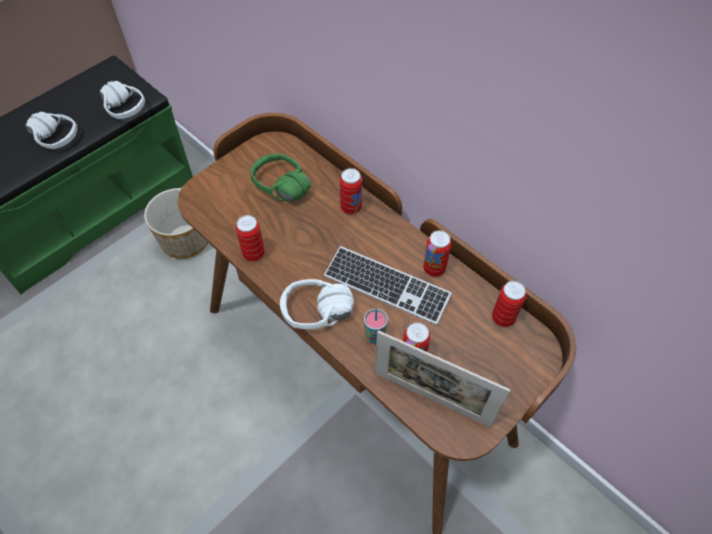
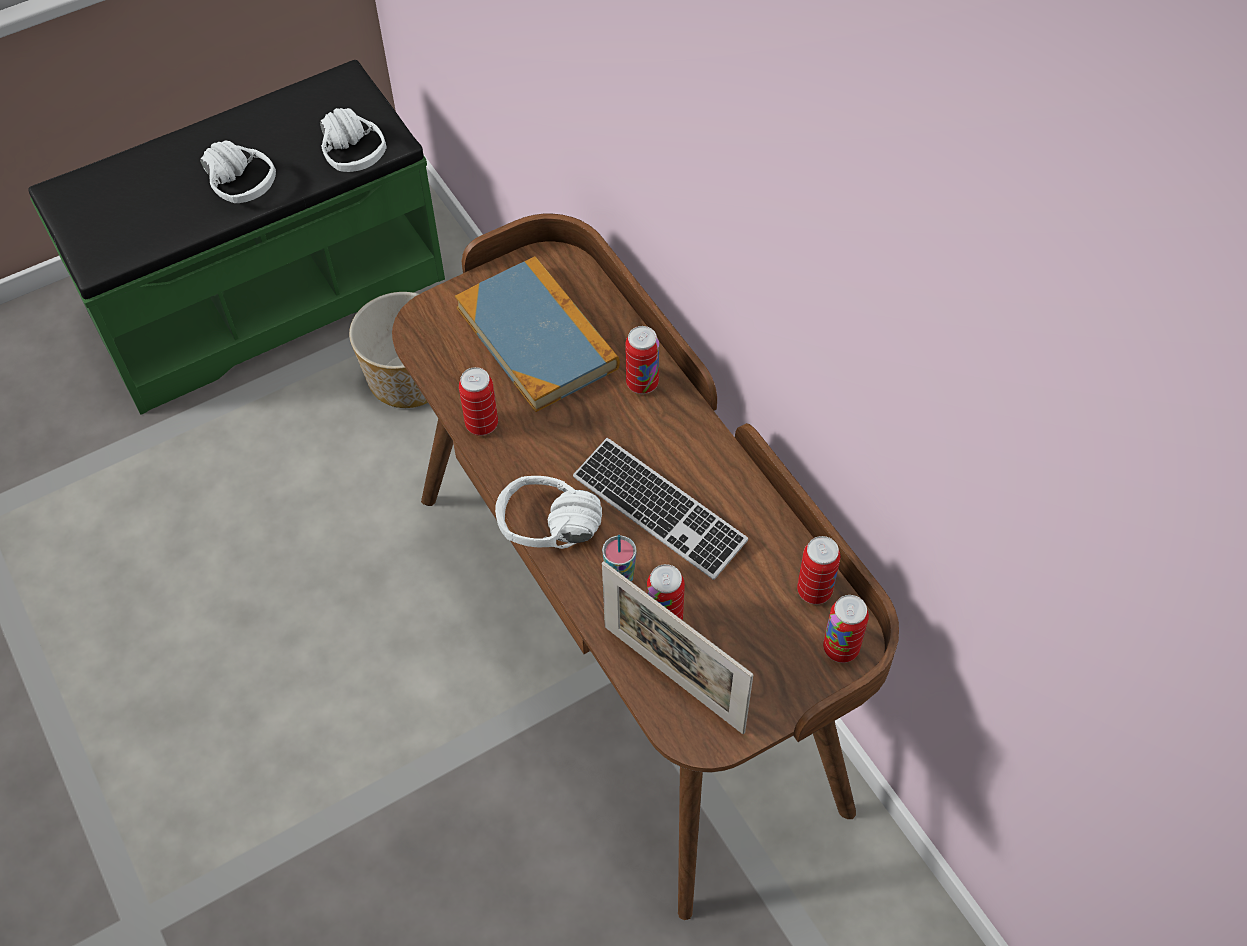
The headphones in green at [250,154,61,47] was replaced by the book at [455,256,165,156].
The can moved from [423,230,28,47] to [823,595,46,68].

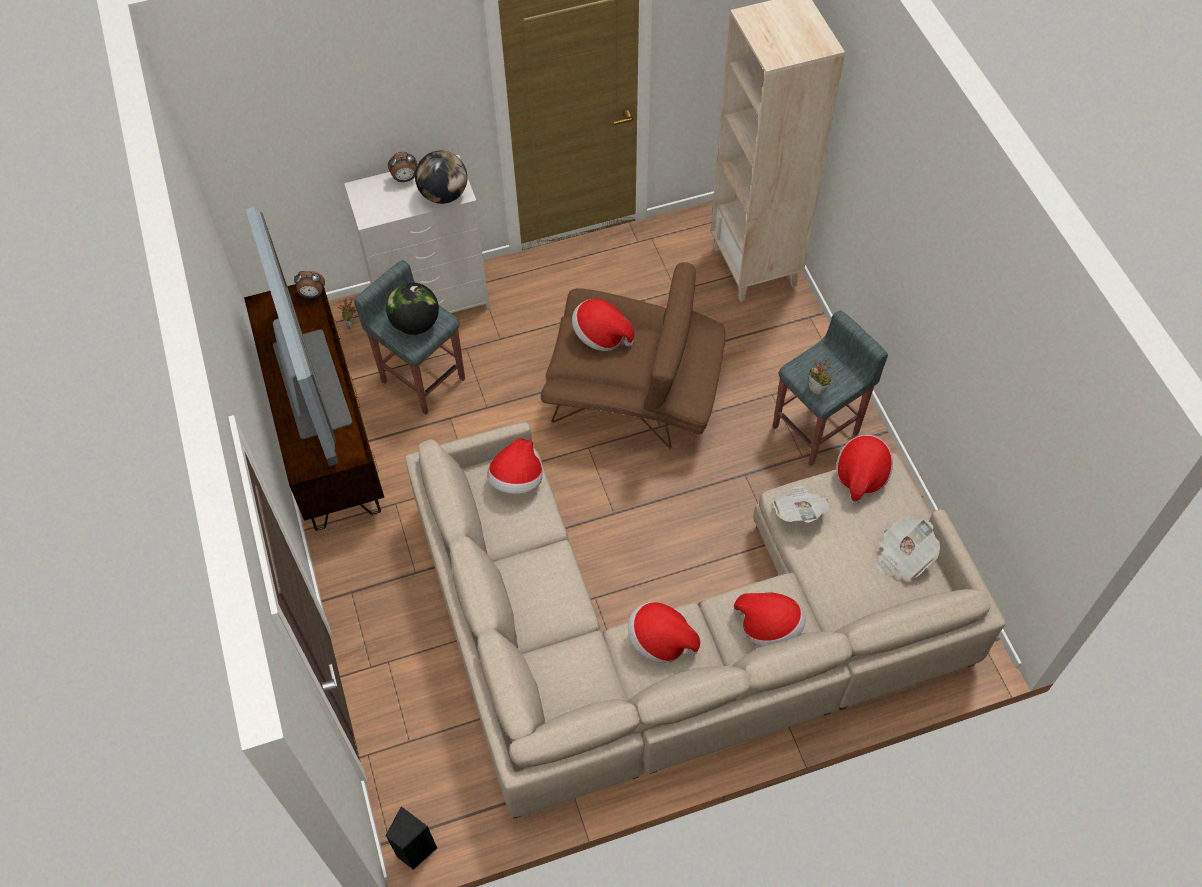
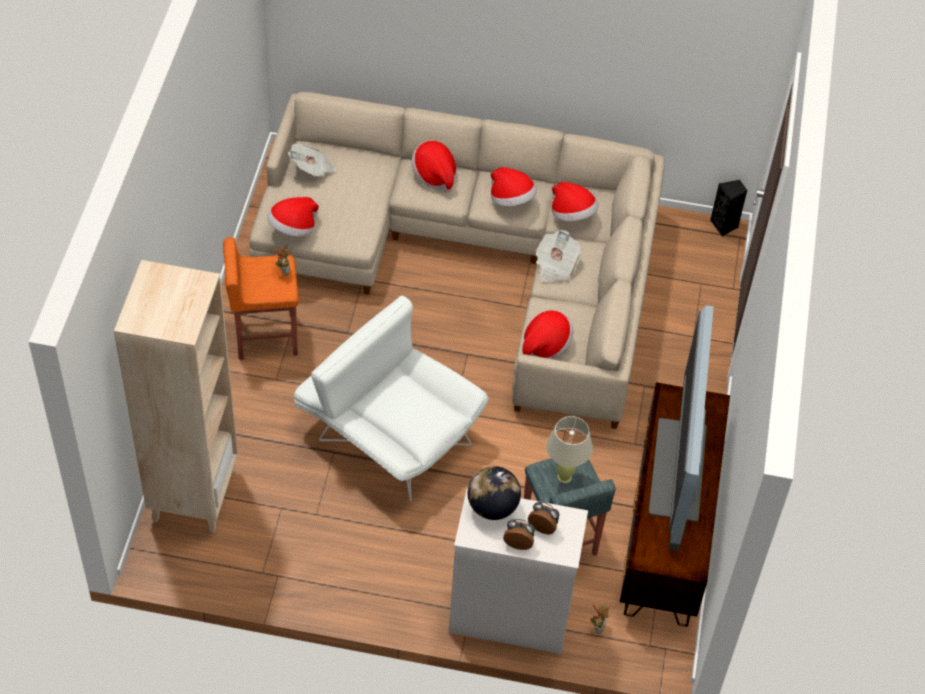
The alarm clock moved from [294,271,31,27] to [528,502,31,32].
The globe at [386,283,53,52] was replaced by the table lamp in beige at [546,416,47,67].
The armchair in brown at [541,262,184,187] became the armchair in white at [294,295,194,207].
The hat moved from [572,299,62,52] to [552,182,46,40].
The stool in grey at [773,310,115,156] became the stool in orange at [223,237,76,123].
The newspaper moved from [773,486,56,37] to [535,230,47,52].

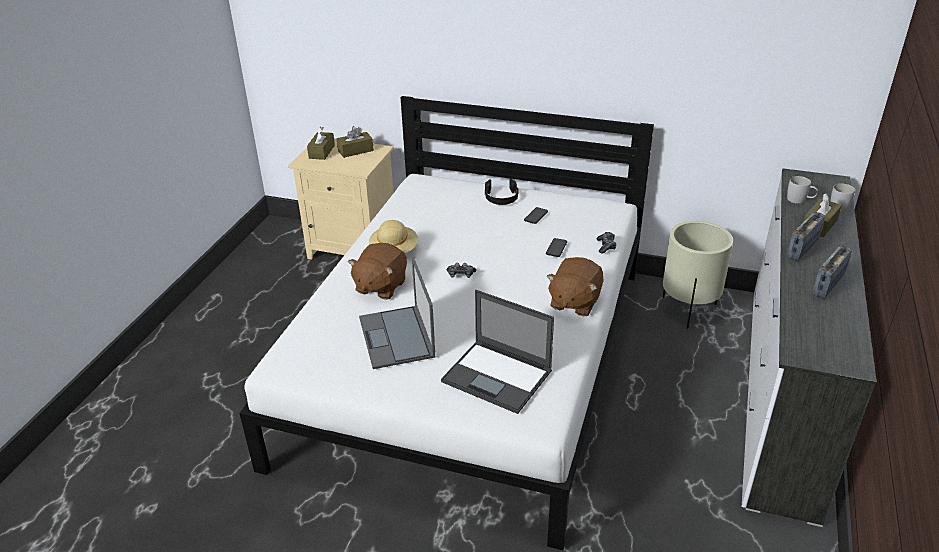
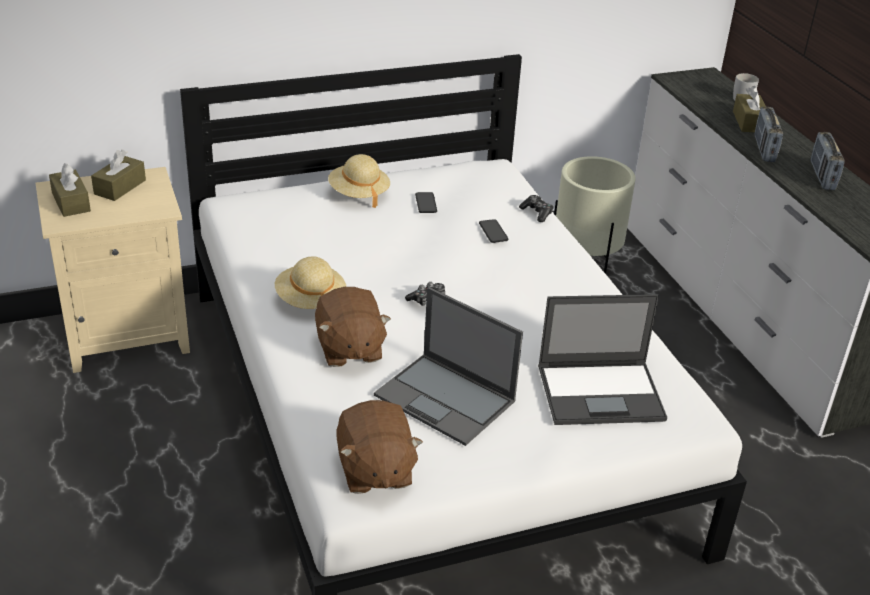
The headphones in black at [485,179,34,26] was replaced by the hat in beige at [328,154,62,54].
The plush toy in brown moved from [546,257,58,59] to [336,400,87,94].
The mug in white at [787,176,31,28] disappeared.

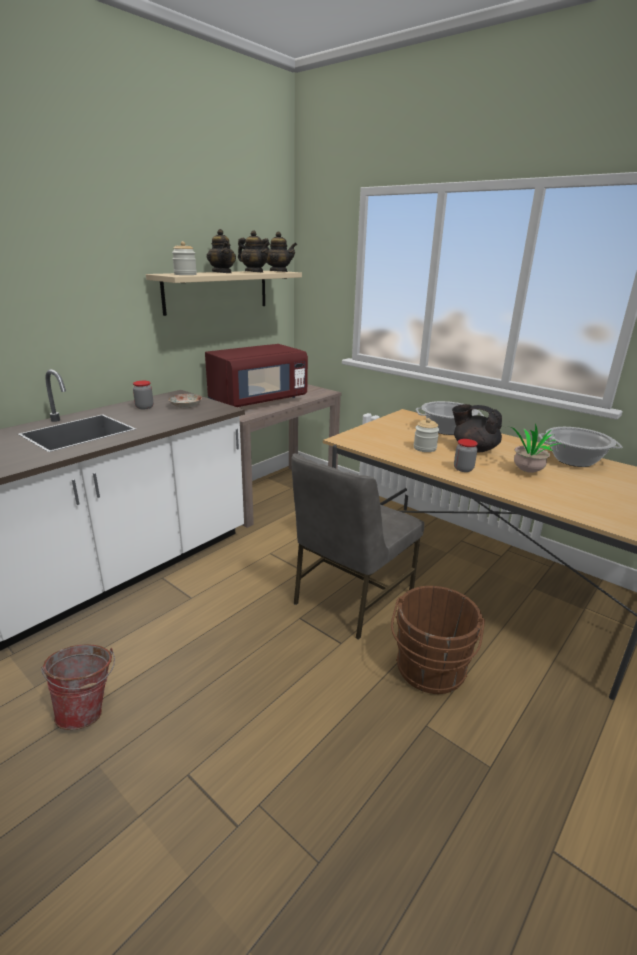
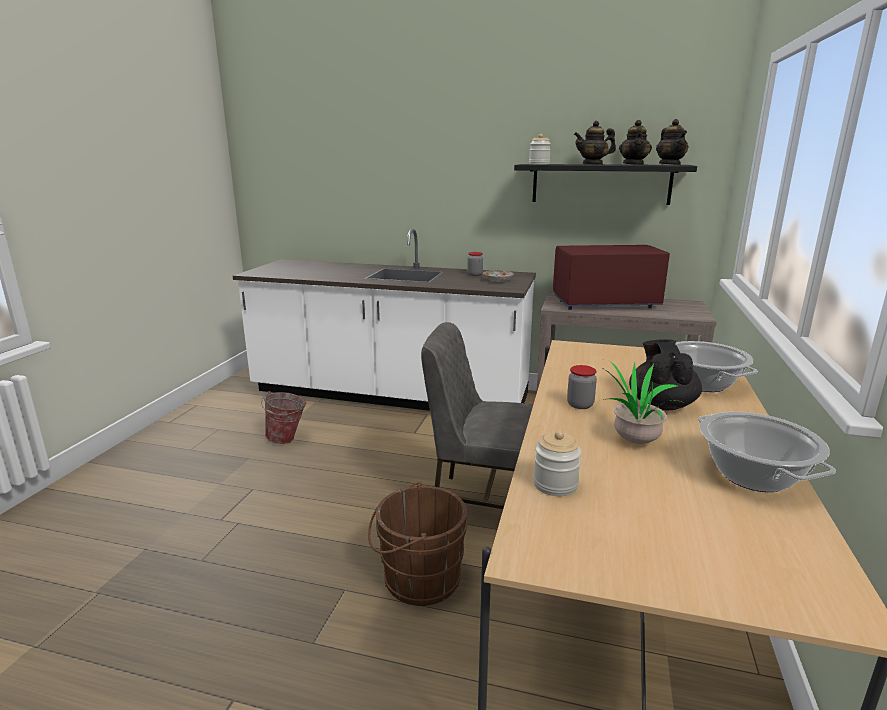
The shelf in beige at [146,271,156,45] became the shelf in black at [514,164,183,41].
The microwave in red at [205,344,103,63] turned 150 degrees clockwise.
The teapot at [207,229,29,44] turned 45 degrees clockwise.
The jar moved from [414,418,25,34] to [533,430,48,66].

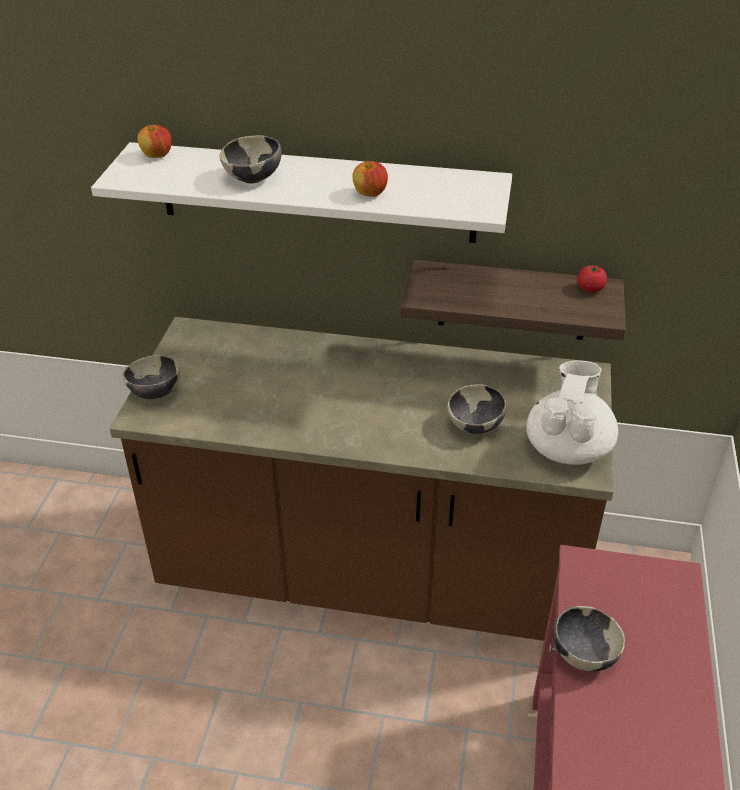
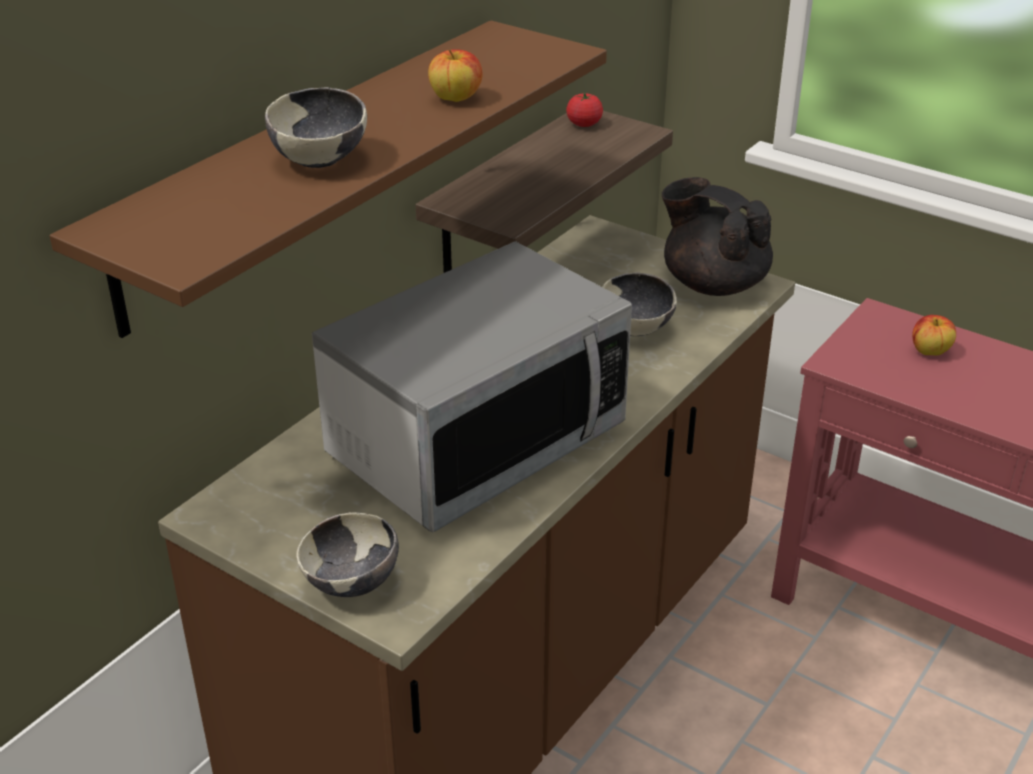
The shelf in white at [91,142,421,101] became the shelf in brown at [50,21,557,317].
The apple moved from [137,125,35,33] to [912,315,44,41].
The teapot in white at [526,360,92,105] became the teapot in black at [662,177,111,119].
The bowl at [553,606,72,65] disappeared.
The microwave at [312,241,320,291] appeared.

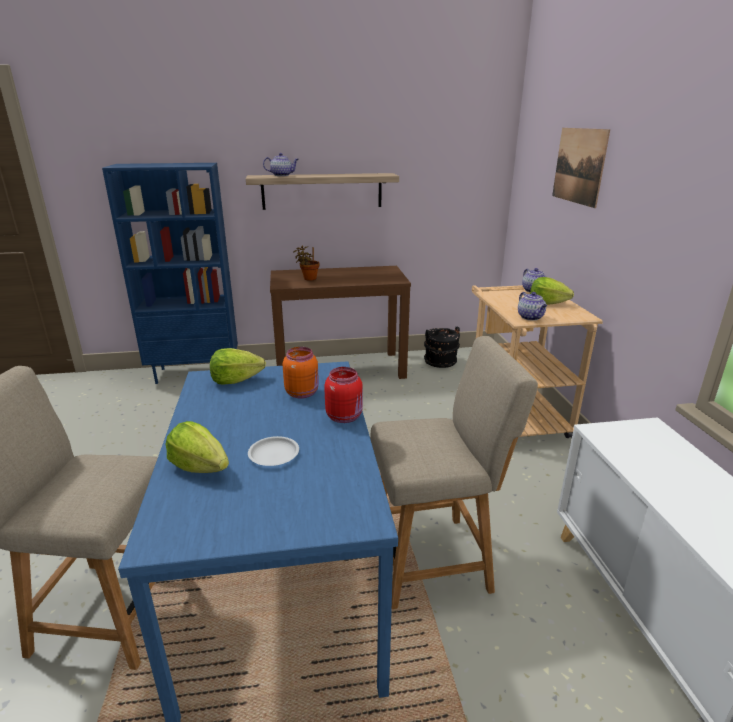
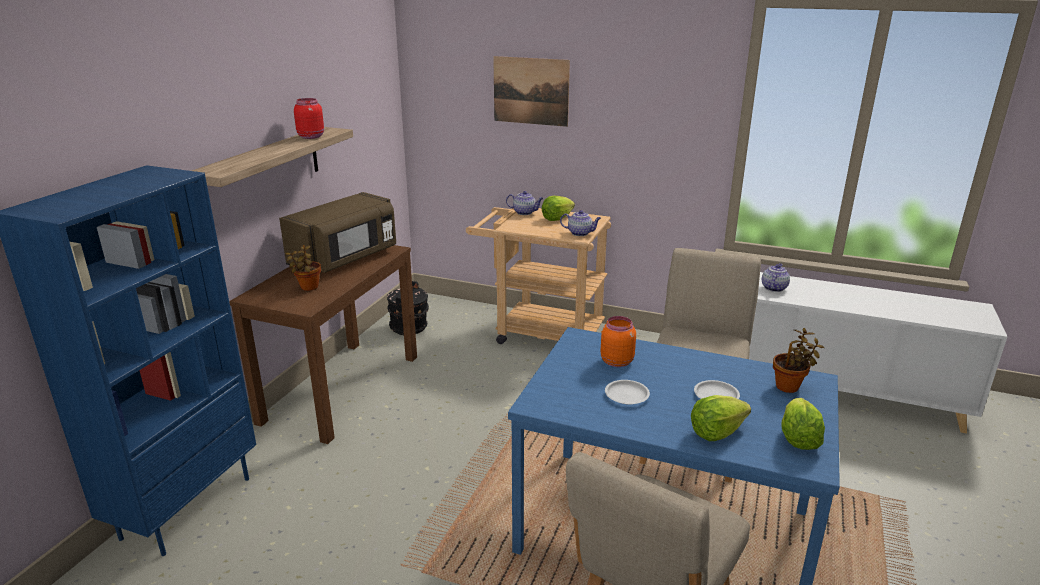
The lettuce moved from [210,348,56,37] to [781,398,44,52].
The teapot moved from [263,153,36,23] to [762,263,28,29].
The jar in red moved from [324,367,39,56] to [294,98,30,41].
The microwave in brown at [279,192,117,81] appeared.
The plate in white at [605,380,45,24] appeared.
The potted plant at [773,328,52,65] appeared.

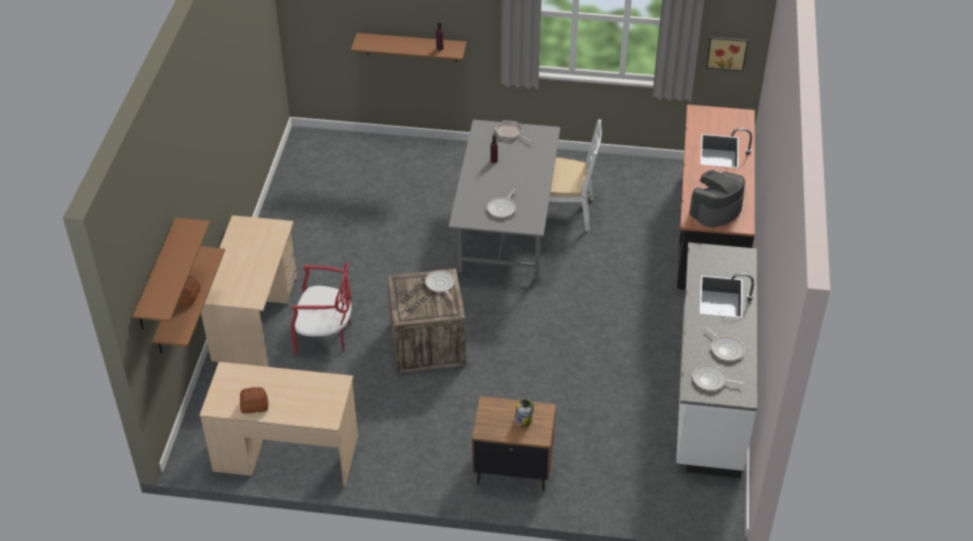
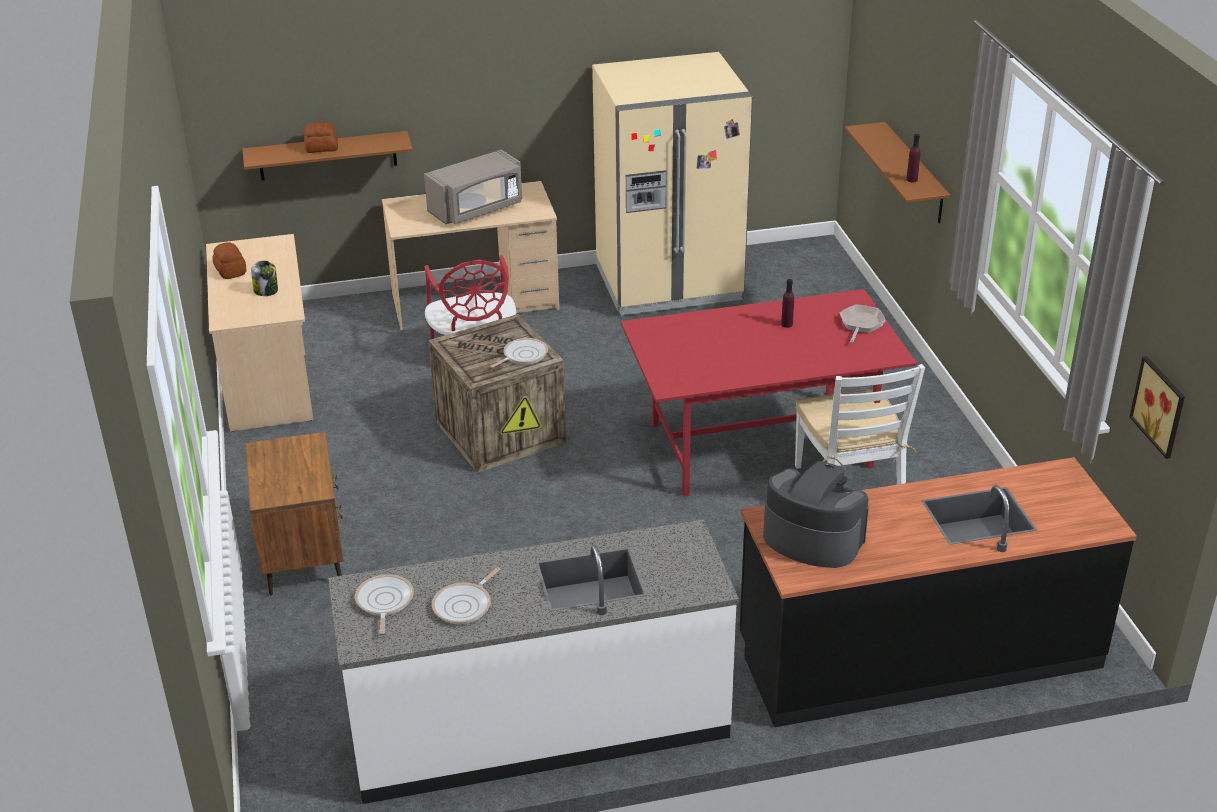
The shelf in brown at [133,218,77,111] disappeared.
The dining table in grey at [448,120,112,160] became the dining table in red at [621,289,296,208].
The frying pan at [487,189,29,29] disappeared.
The jar moved from [515,399,19,28] to [251,260,27,36].
The microwave in grey at [424,150,98,74] appeared.
The fridge in beige at [592,52,161,263] appeared.

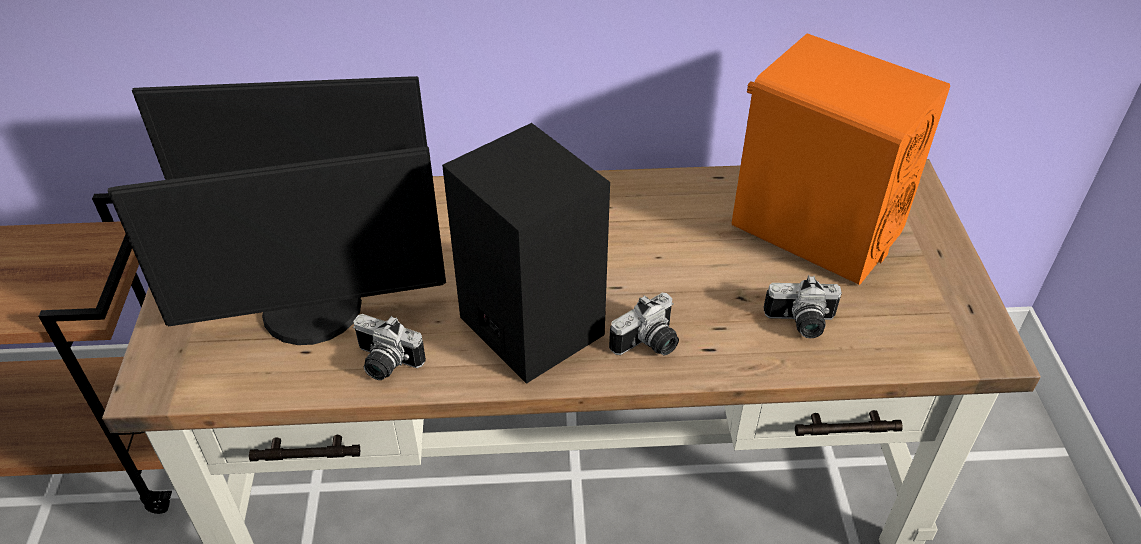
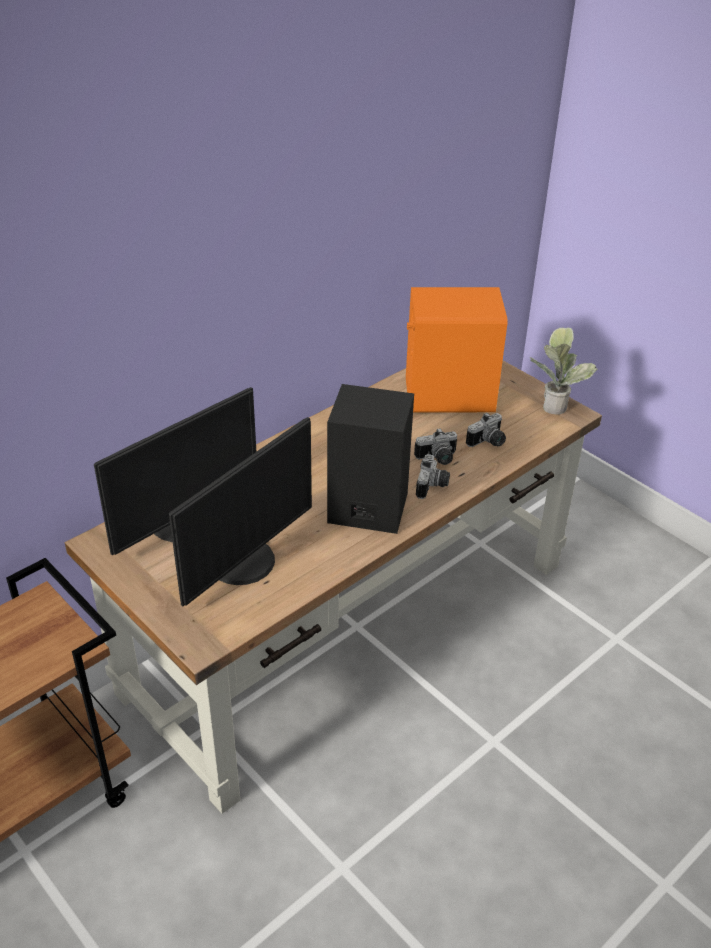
The photo camera moved from [353,314,73,66] to [414,428,43,37].
The potted plant at [530,327,68,88] appeared.

